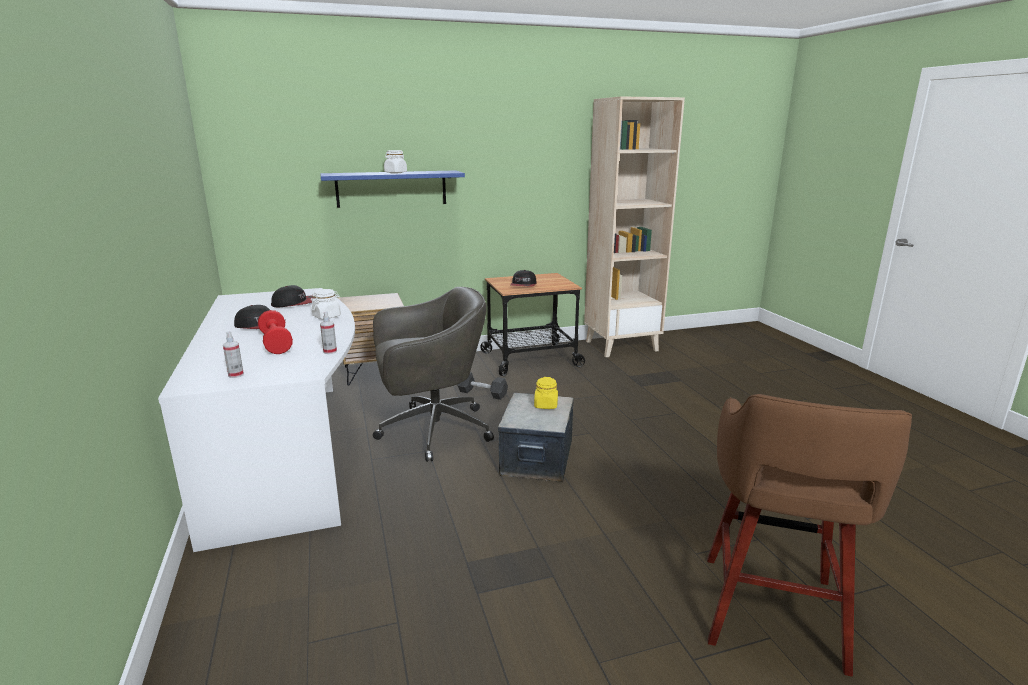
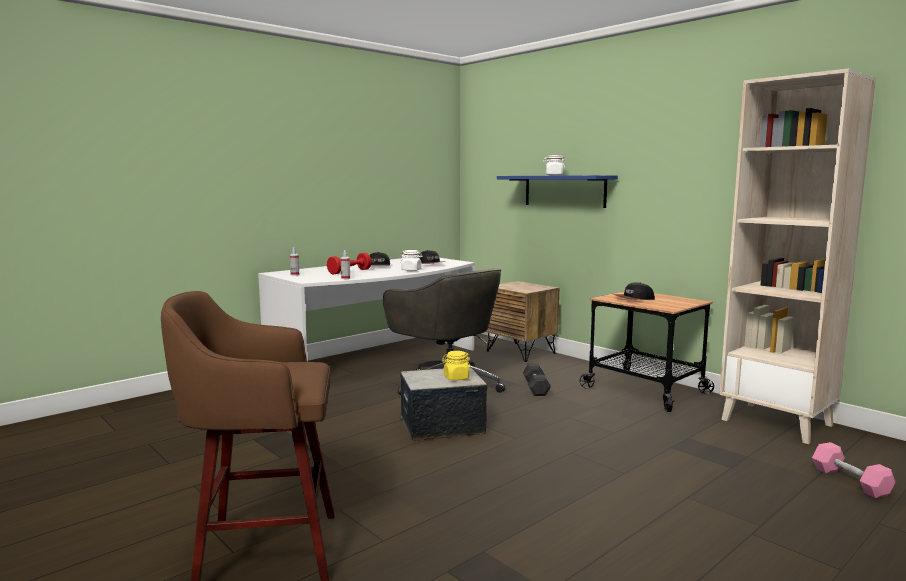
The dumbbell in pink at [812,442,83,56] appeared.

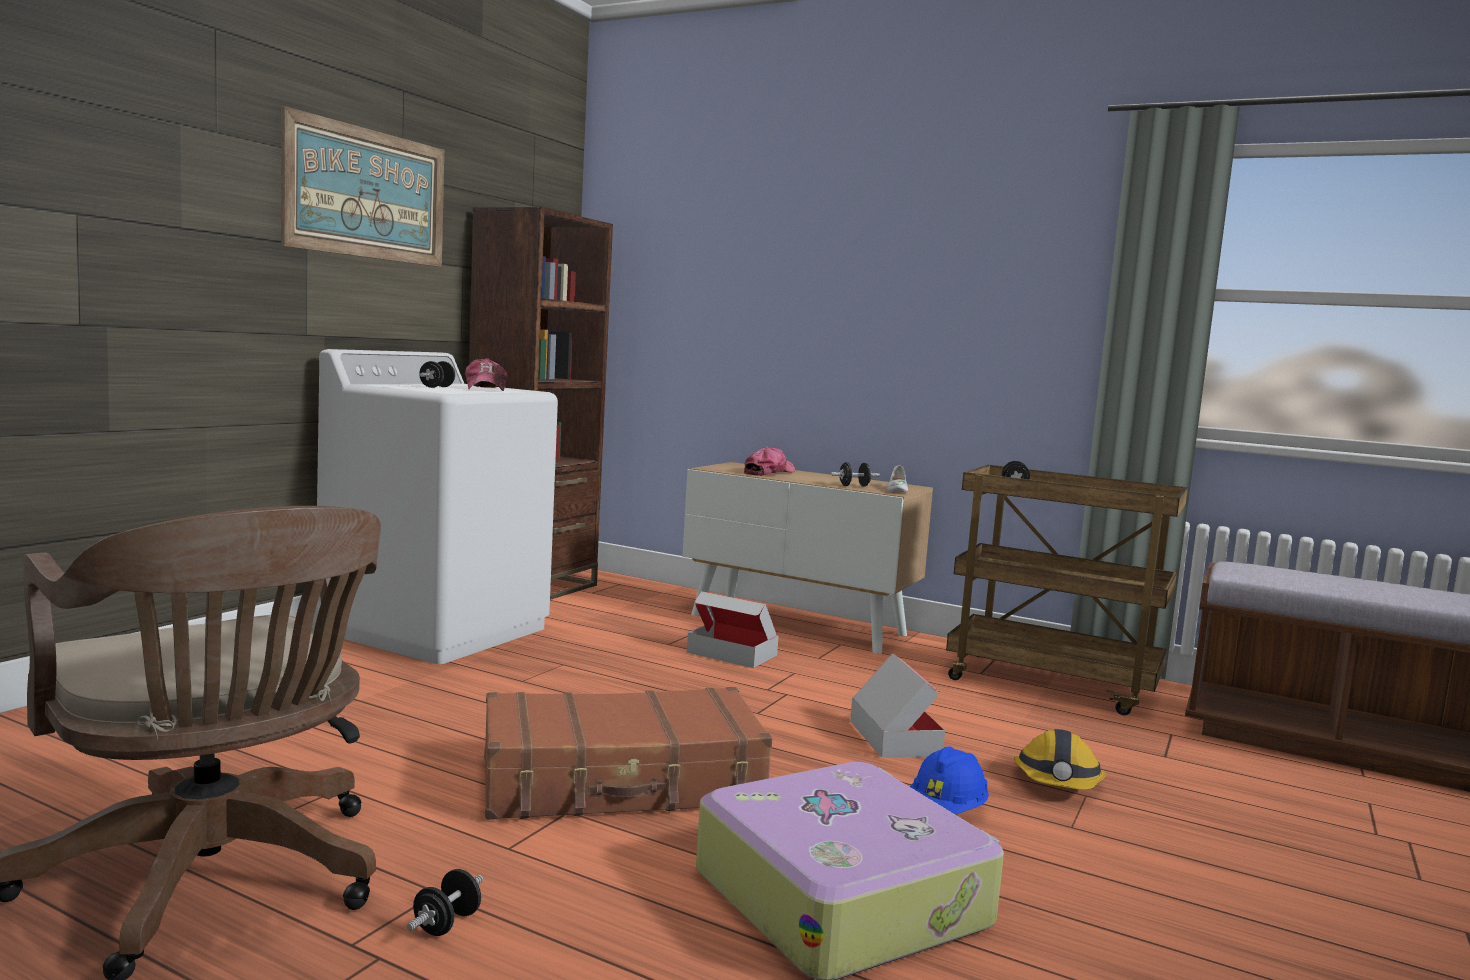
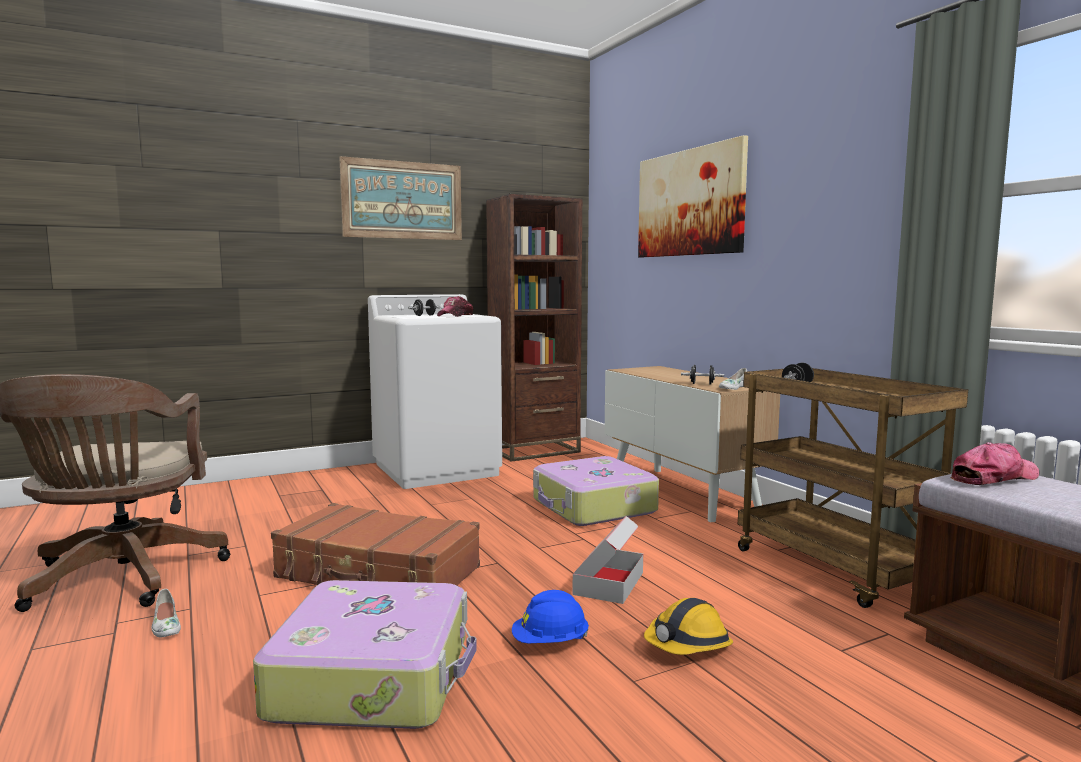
The dumbbell in black at [407,869,76,67] was replaced by the shoe in white at [151,589,30,48].
The cardboard box at [687,591,92,77] was replaced by the suitcase at [533,456,126,70].
The cap moved from [744,447,51,29] to [951,442,89,43].
The picture at [638,135,110,122] appeared.

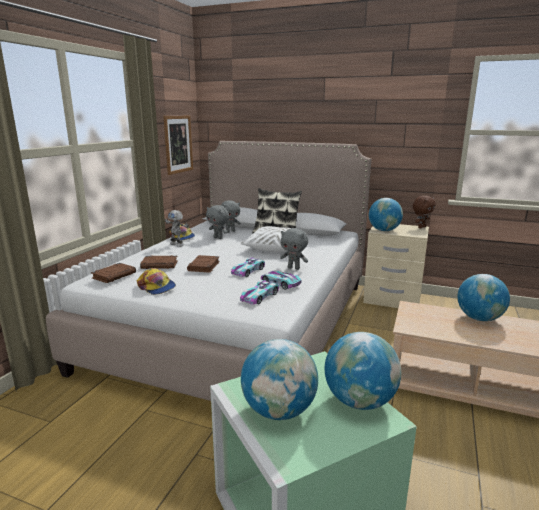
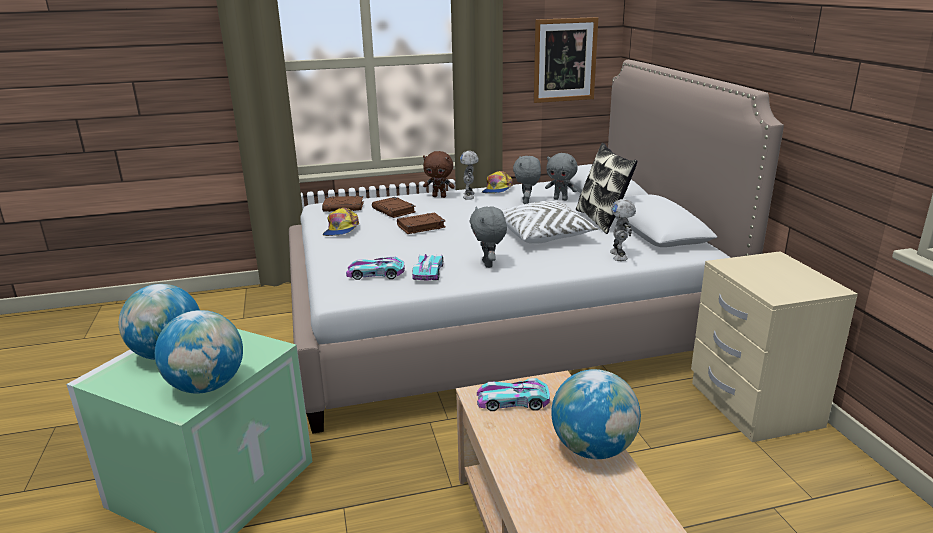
The toy car moved from [231,257,34,20] to [477,378,73,33].
The globe at [369,198,34,33] disappeared.
The plush toy in brown moved from [413,195,23,34] to [423,151,32,47].
The toy robot at [610,199,26,62] appeared.

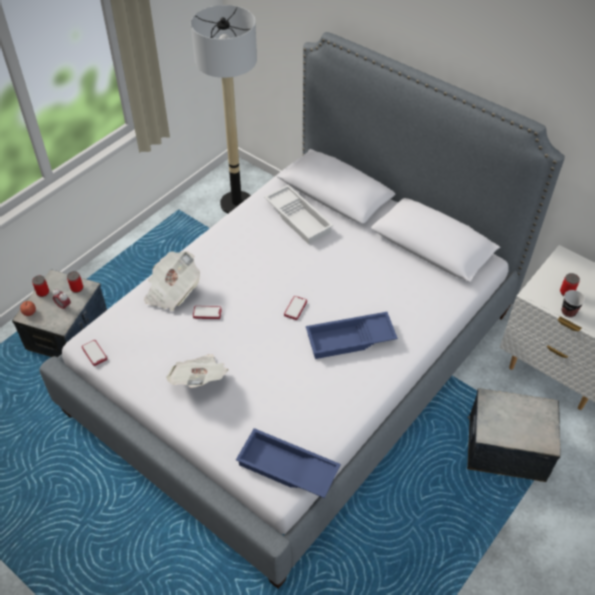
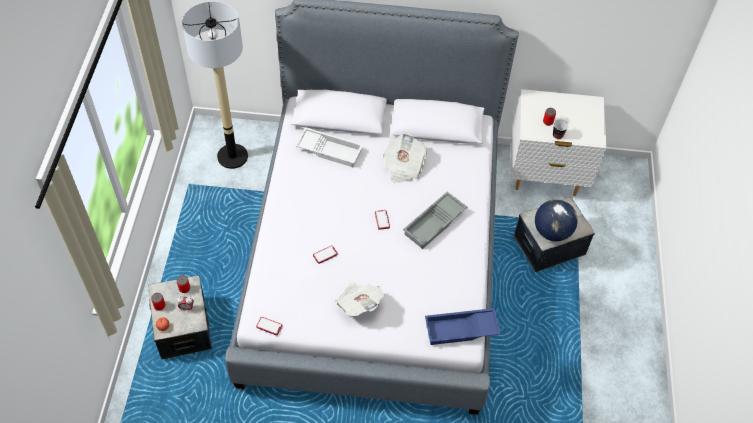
The newspaper moved from [144,251,56,60] to [383,133,44,50].
The tray in blue at [306,312,92,47] became the tray in grey at [403,192,64,57].
The globe at [535,199,43,42] appeared.

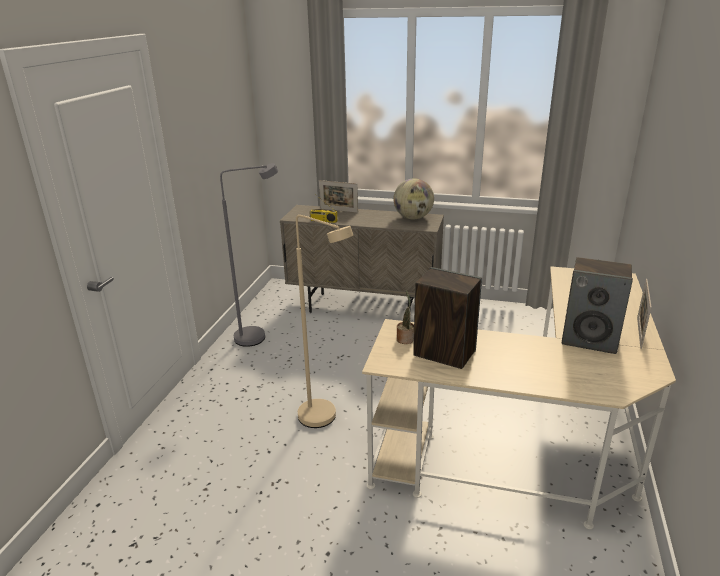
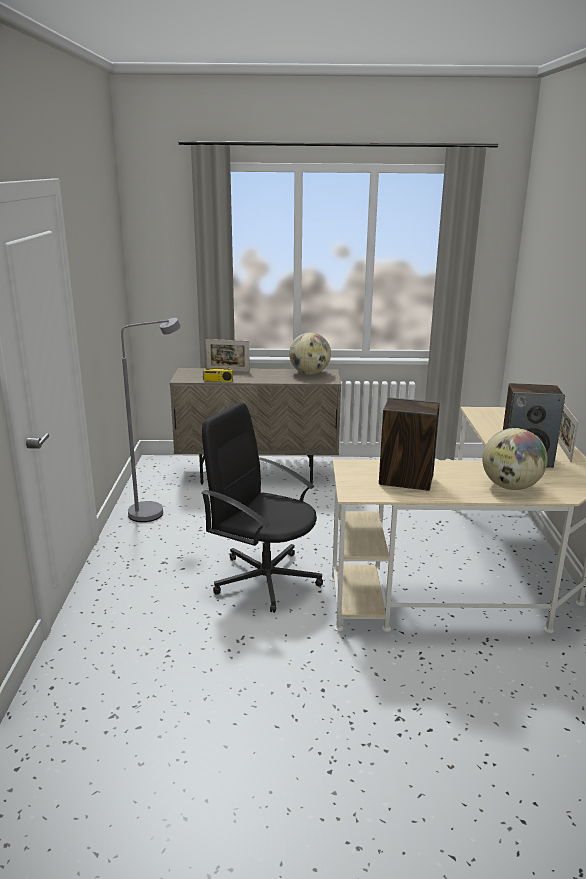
The floor lamp in beige at [296,215,57,213] was replaced by the office chair in black at [201,402,122,211].
The potted plant at [397,291,17,53] disappeared.
The globe at [482,428,66,62] appeared.

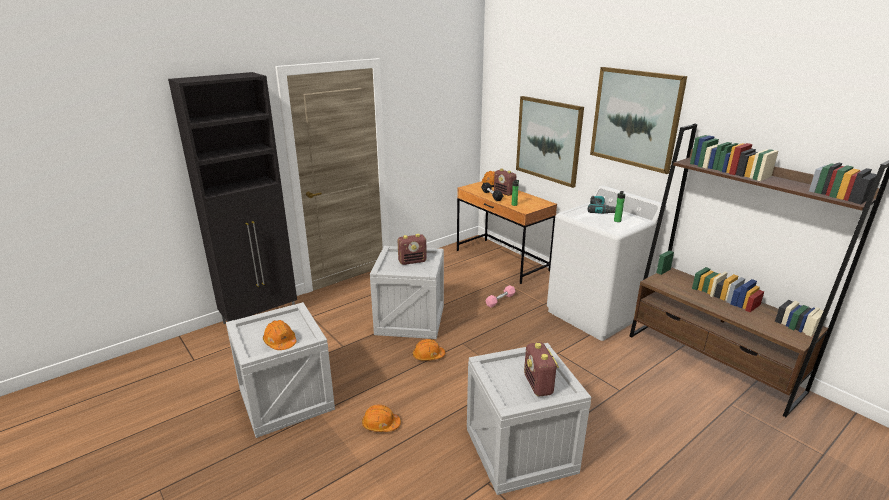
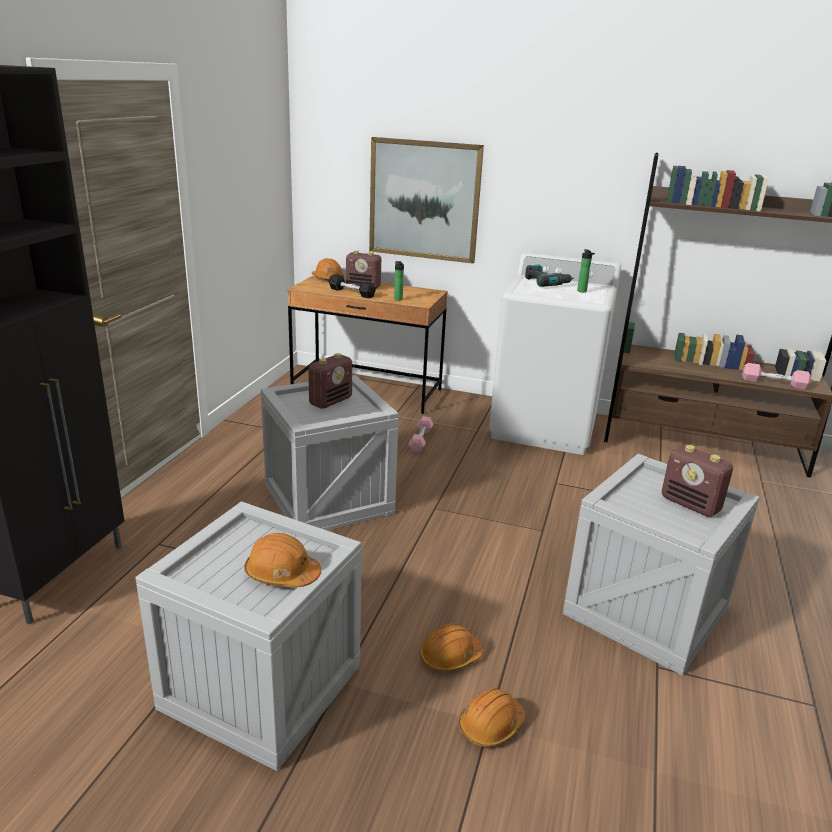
The hard hat in orange moved from [413,339,32,22] to [459,688,66,59].
The picture at [590,67,97,107] disappeared.
The dumbbell in pink at [742,363,69,26] appeared.

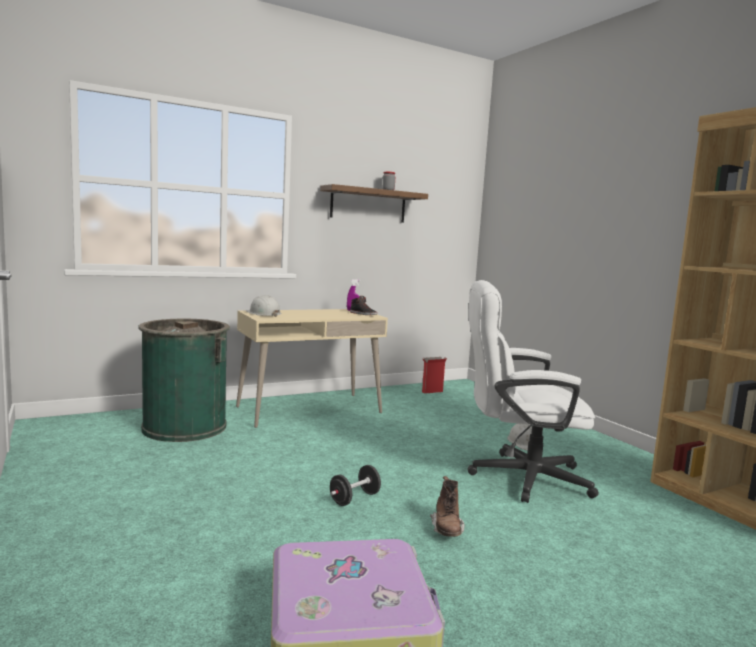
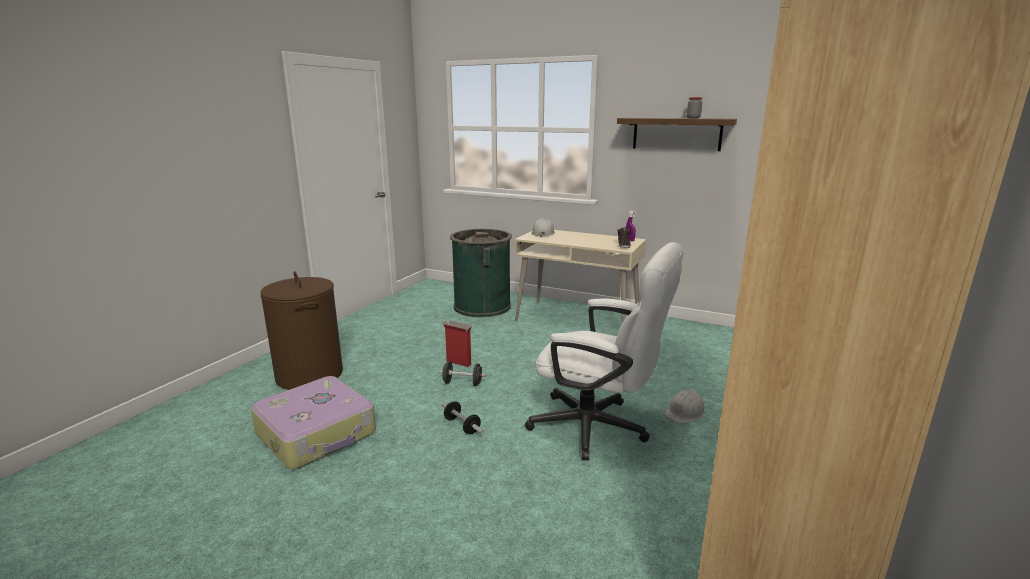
The cardboard box moved from [422,357,25,37] to [442,321,30,46].
The boot in brown at [430,476,35,61] was replaced by the dumbbell at [442,401,42,33].
The office chair in white at [468,280,131,223] turned 150 degrees clockwise.
The laundry basket in brown at [261,271,82,119] appeared.

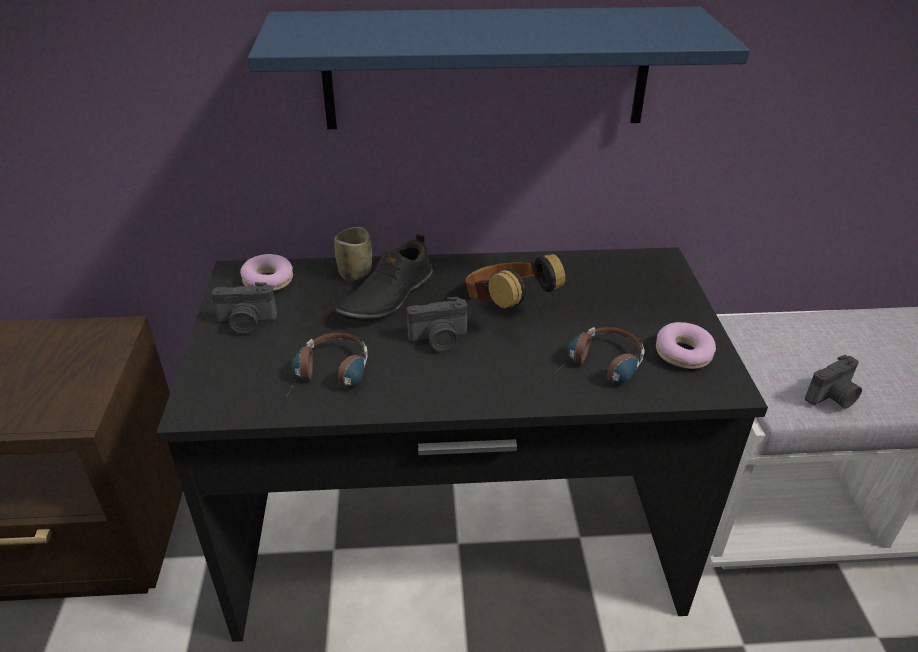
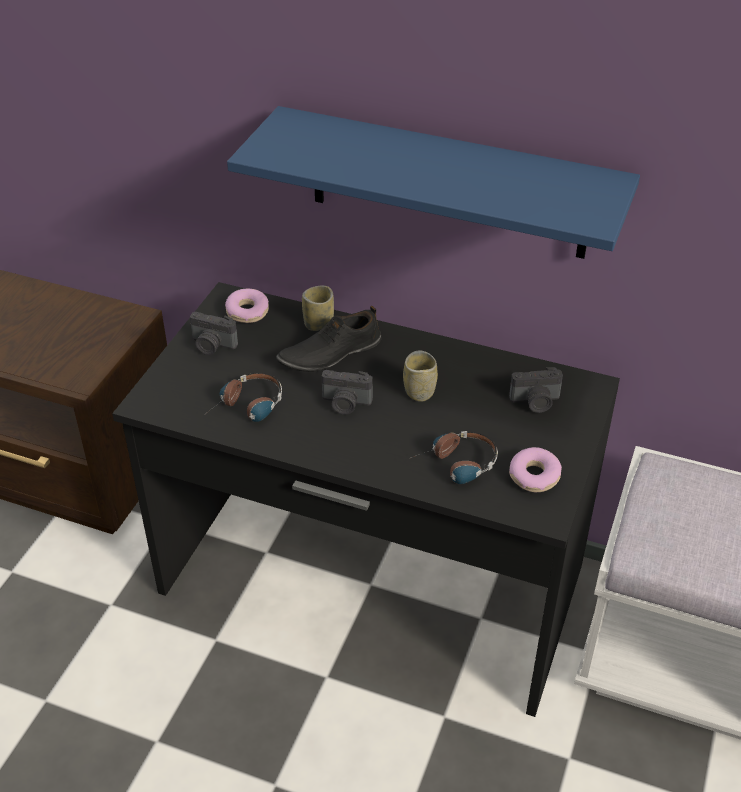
The headphones at [465,253,100,56] was replaced by the cup at [403,350,35,52].
The photo camera moved from [805,355,57,54] to [509,367,54,46].

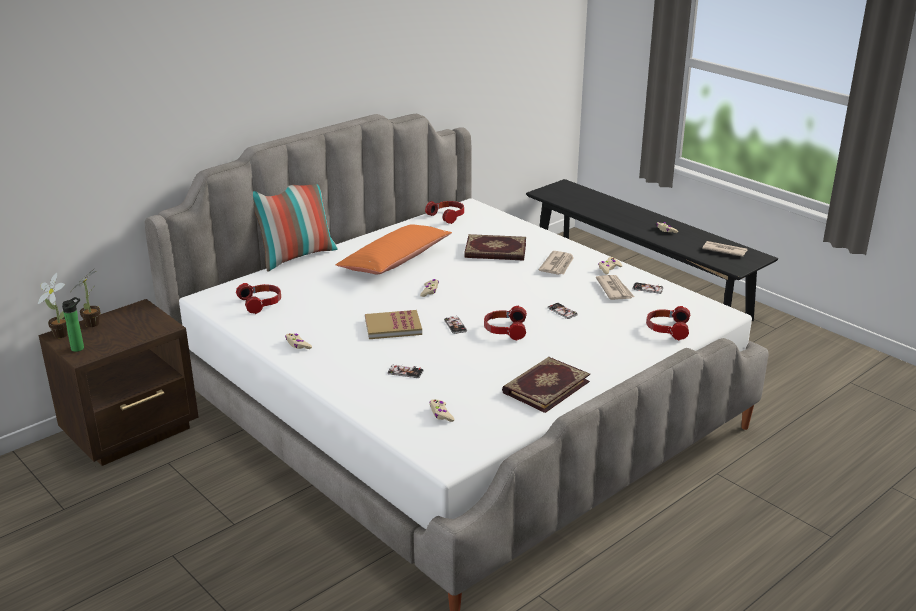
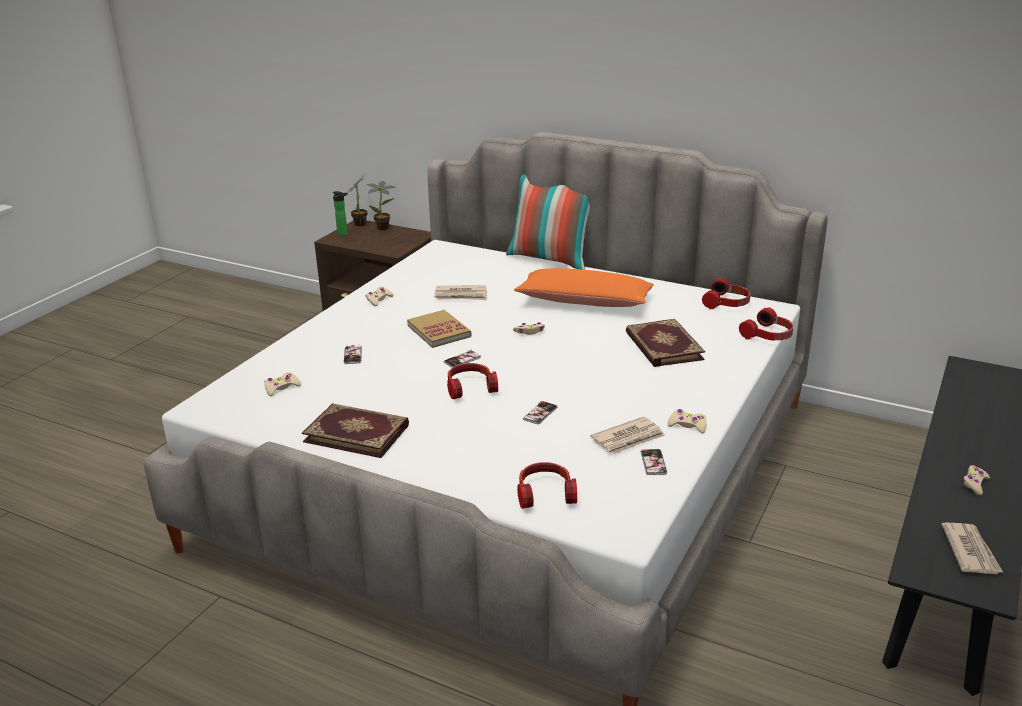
The headphones moved from [236,283,45,31] to [739,307,55,34].
The newspaper moved from [539,251,35,24] to [434,285,53,15].

